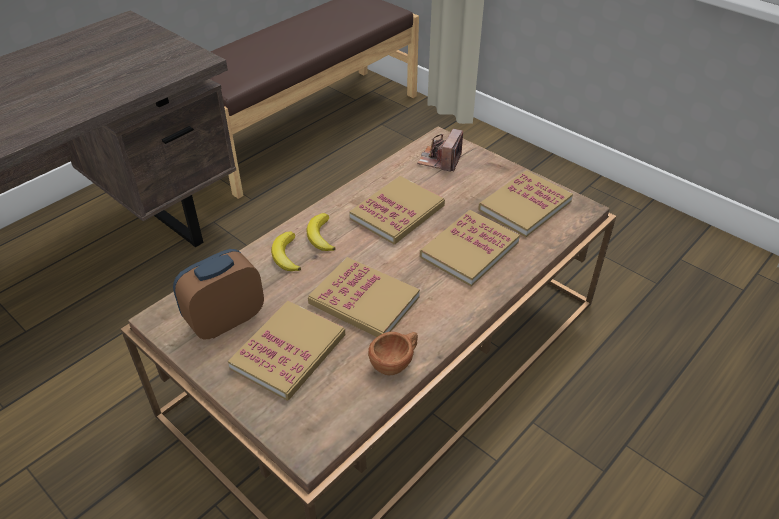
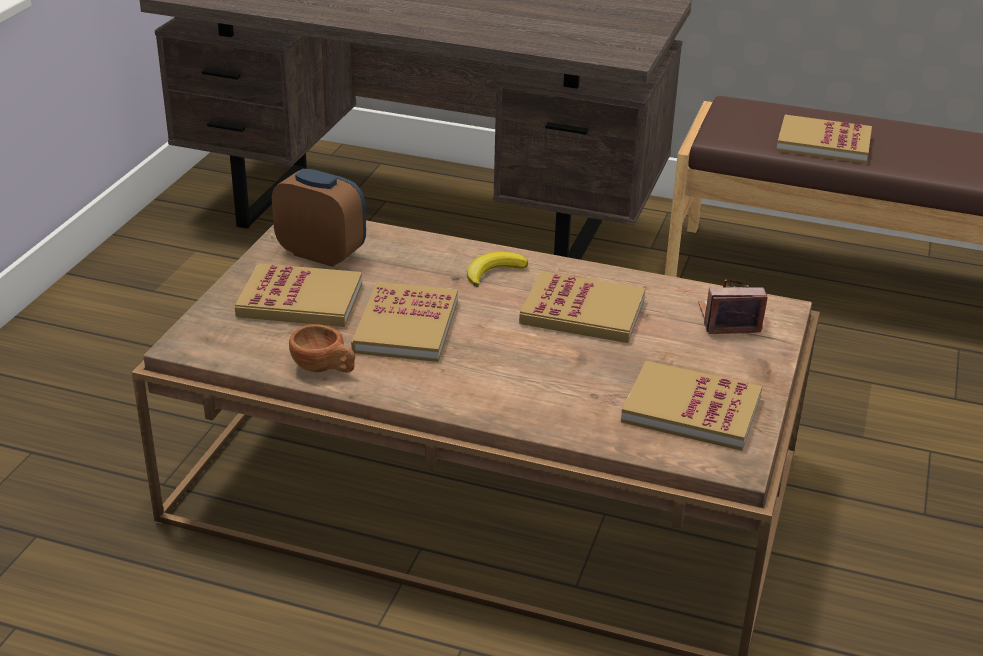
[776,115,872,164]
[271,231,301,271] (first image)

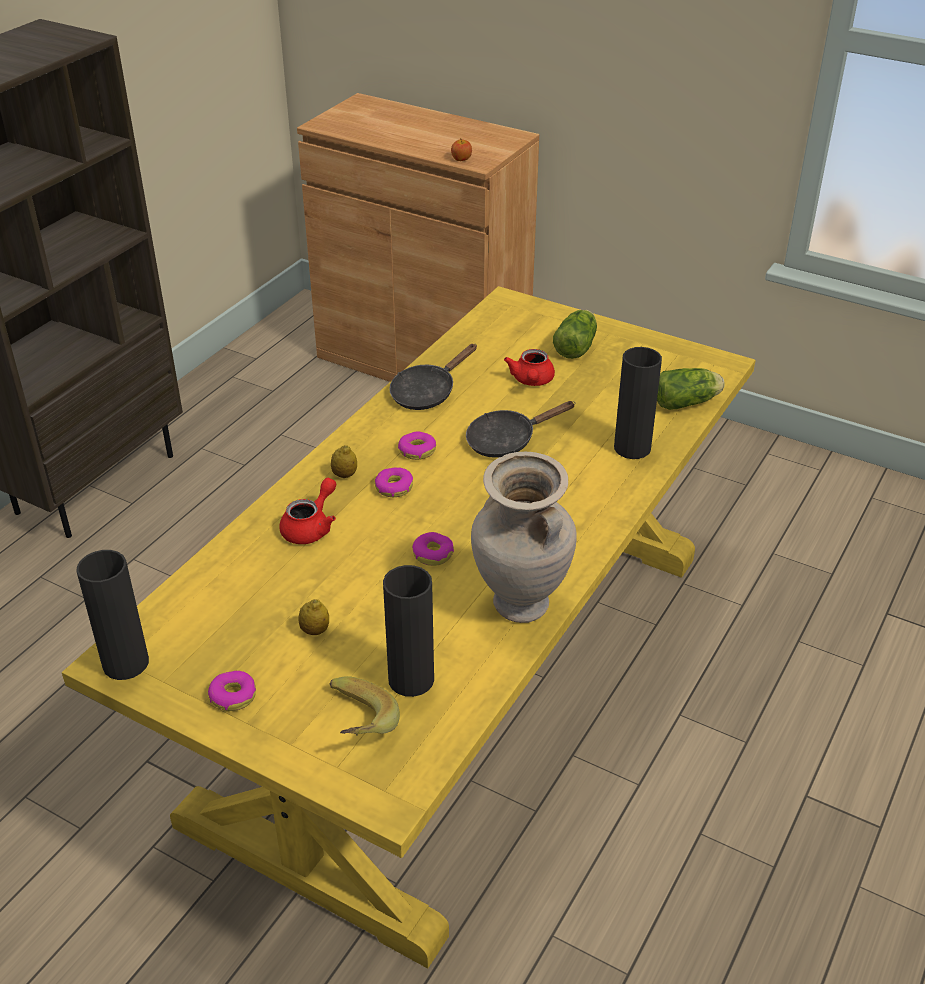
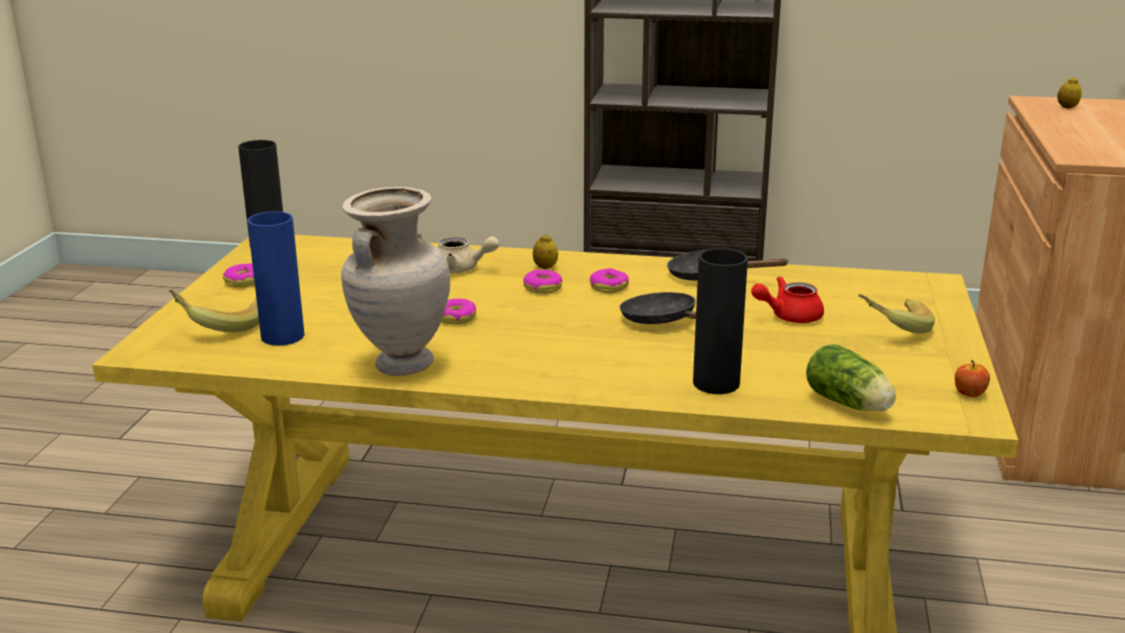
[955,360,990,397]
[859,294,935,334]
[438,236,499,273]
[247,211,305,346]
[1057,77,1082,108]

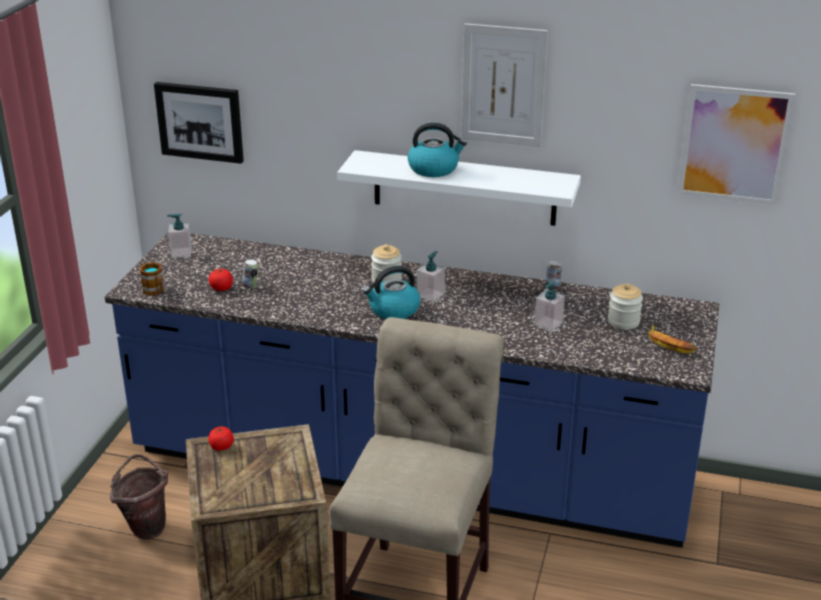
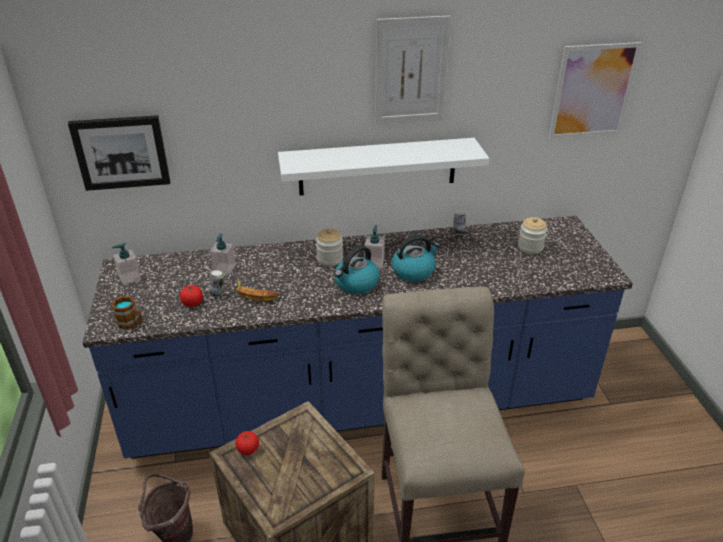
[392,235,440,281]
[210,233,236,275]
[236,281,279,301]

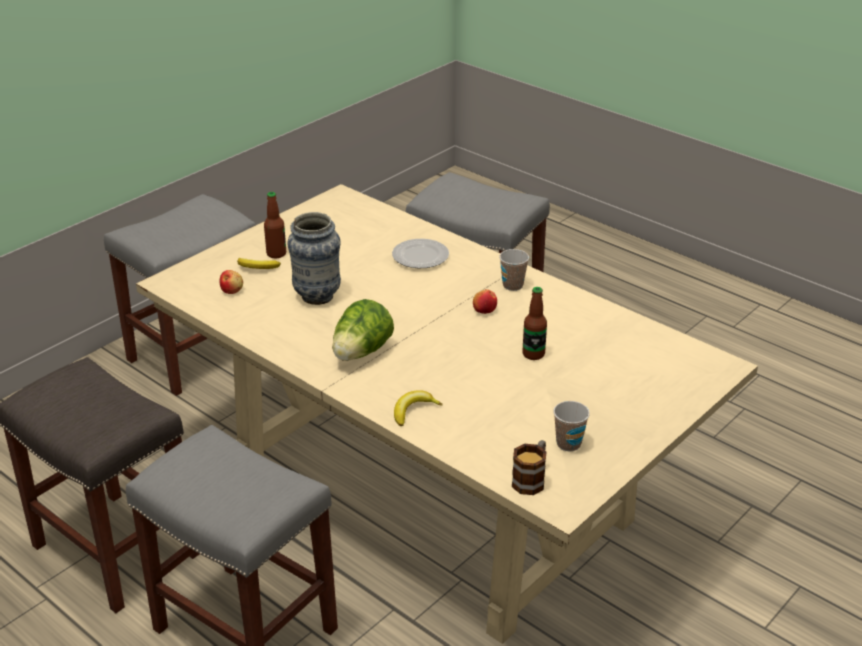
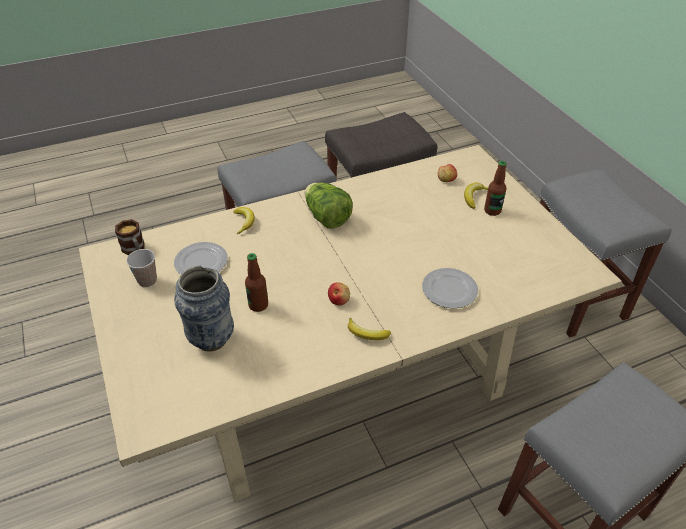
[174,265,234,351]
[348,318,391,340]
[174,242,228,275]

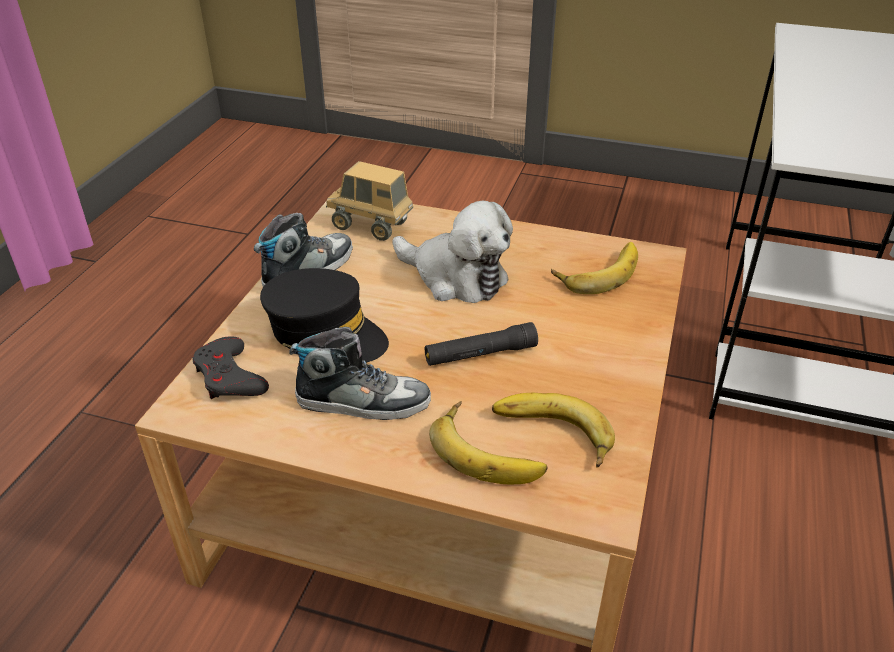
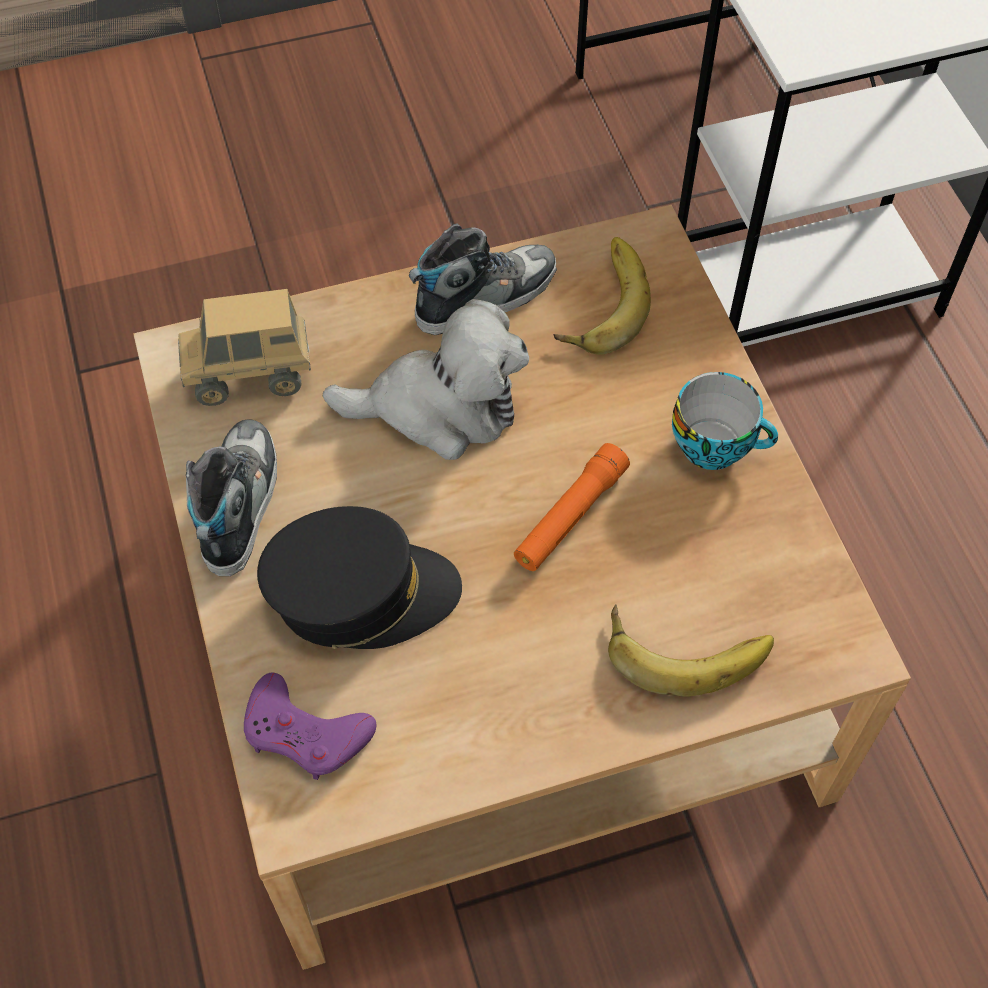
[514,443,630,571]
[409,223,557,335]
[244,672,376,780]
[492,393,615,467] (first image)
[672,372,778,470]

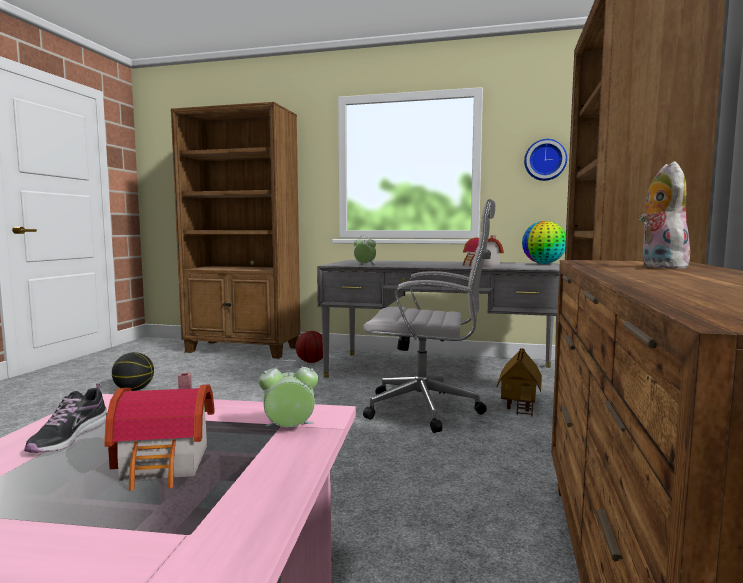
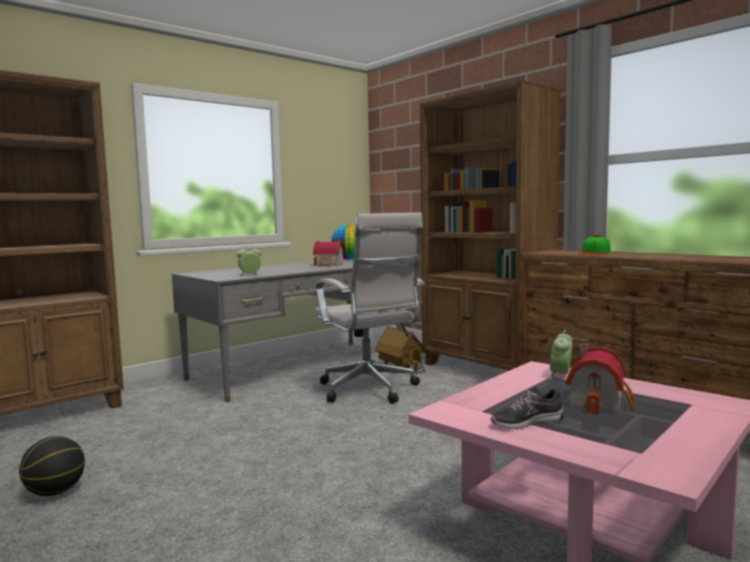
[524,139,567,181] (first image)
[577,234,611,255]
[315,213,425,404]
[295,331,323,363] (first image)
[491,386,564,430]

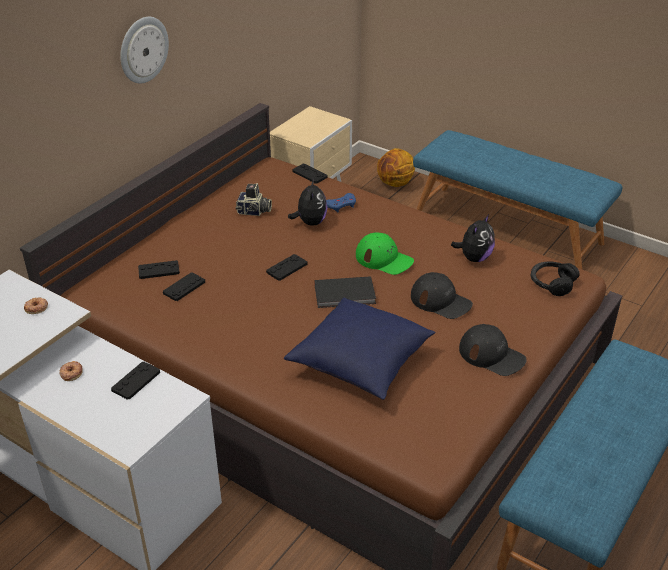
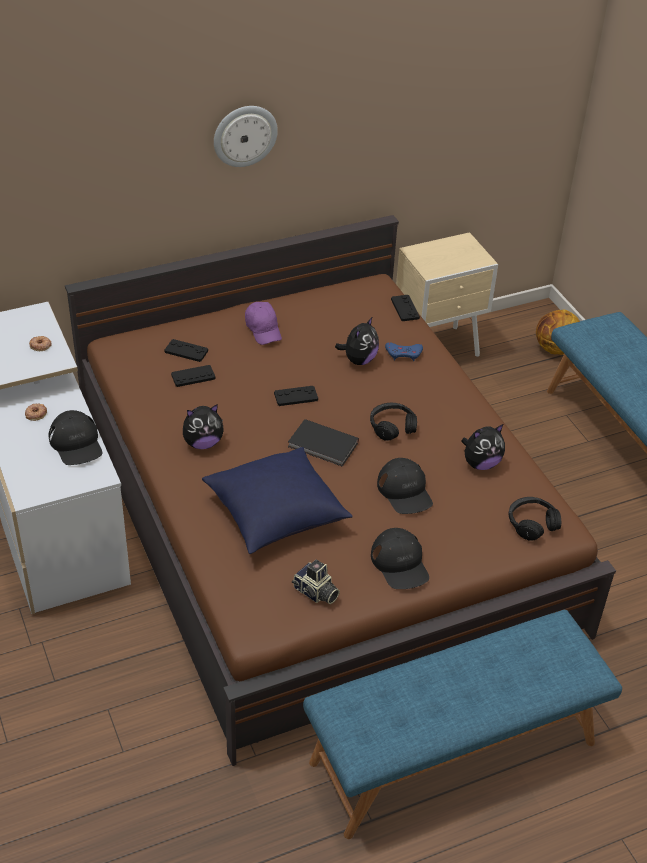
[292,560,340,604]
[370,402,417,441]
[48,410,102,465]
[245,302,282,345]
[183,404,223,449]

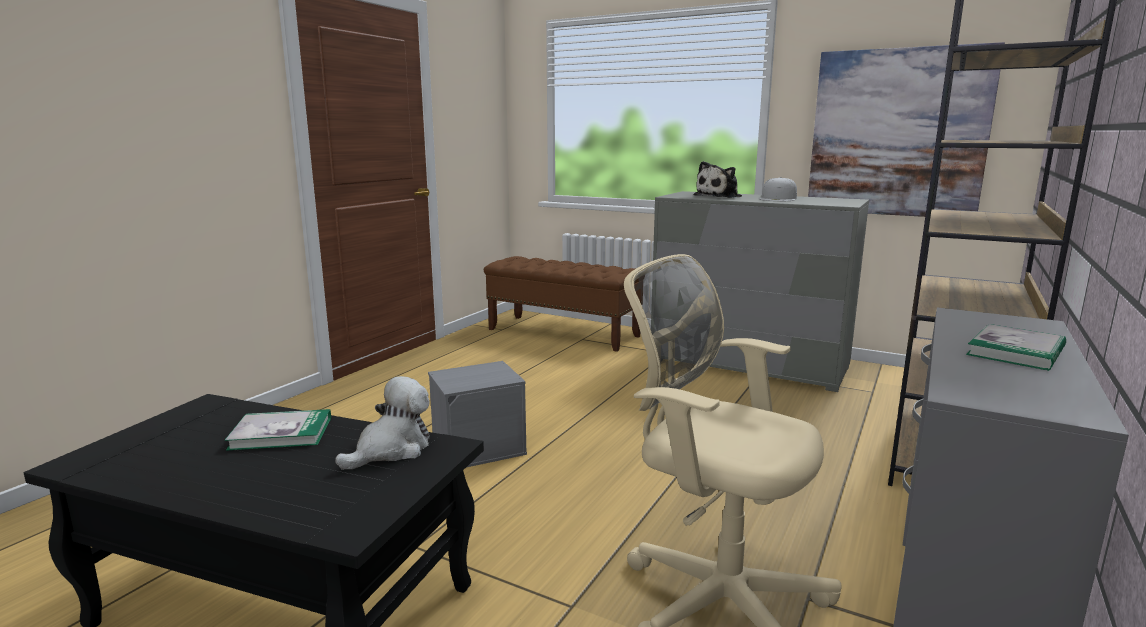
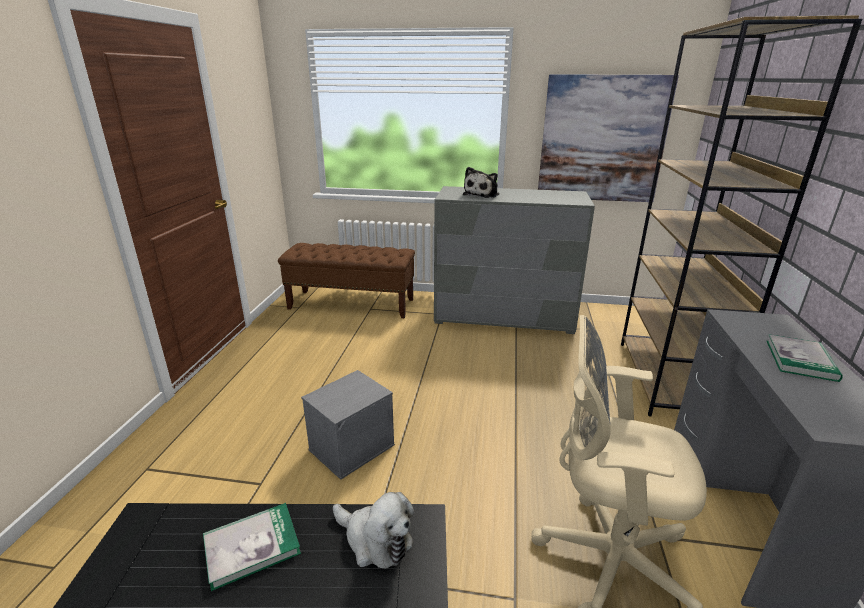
[759,177,797,201] (first image)
[333,492,414,569]

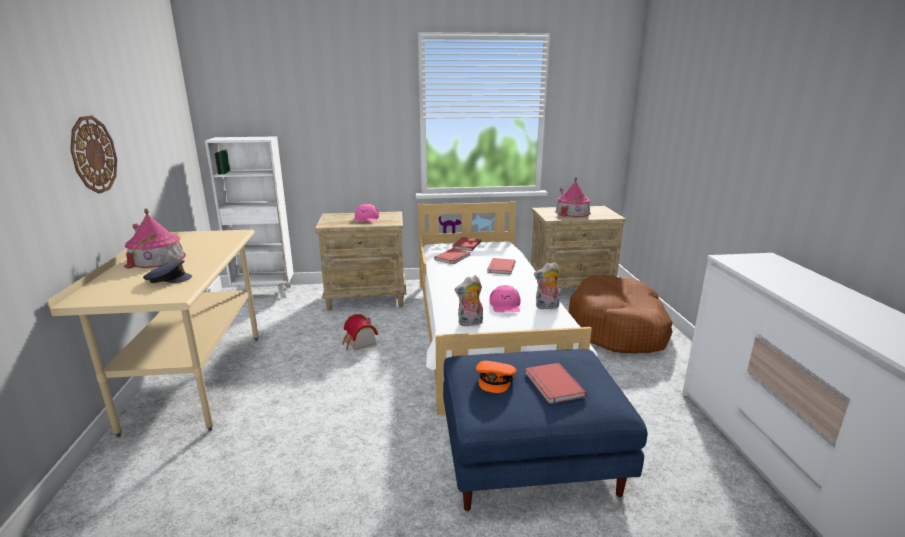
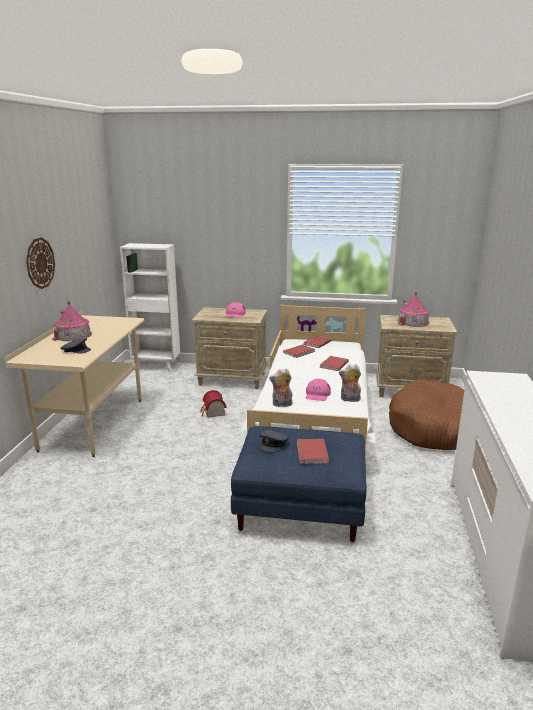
[259,430,289,453]

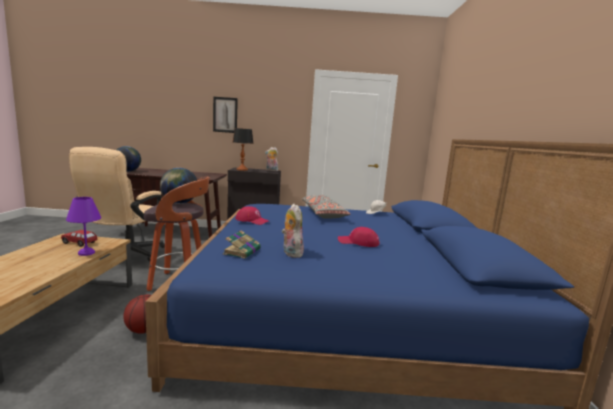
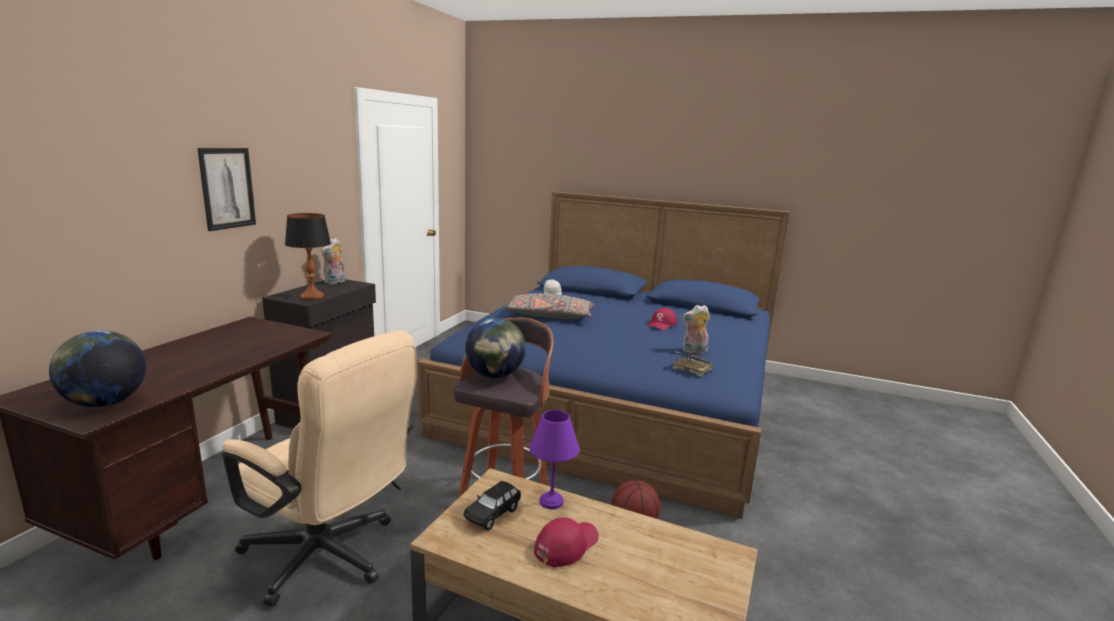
[534,518,599,568]
[463,481,521,531]

